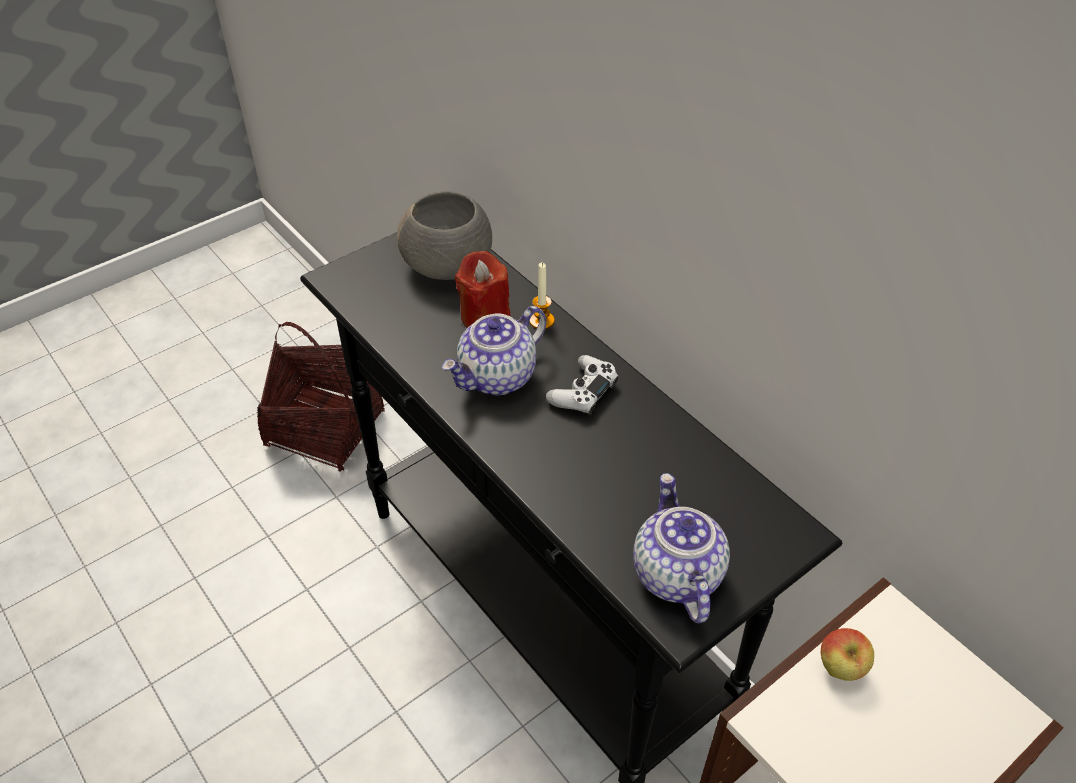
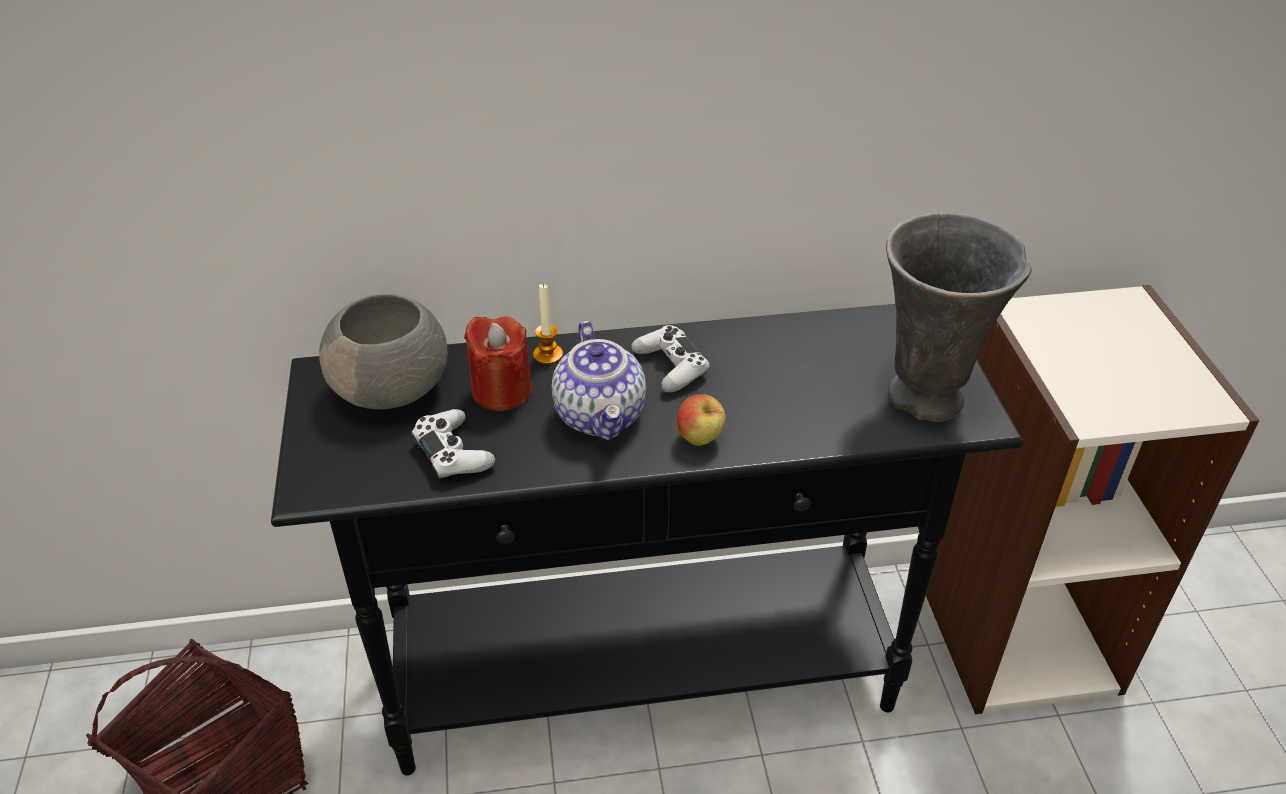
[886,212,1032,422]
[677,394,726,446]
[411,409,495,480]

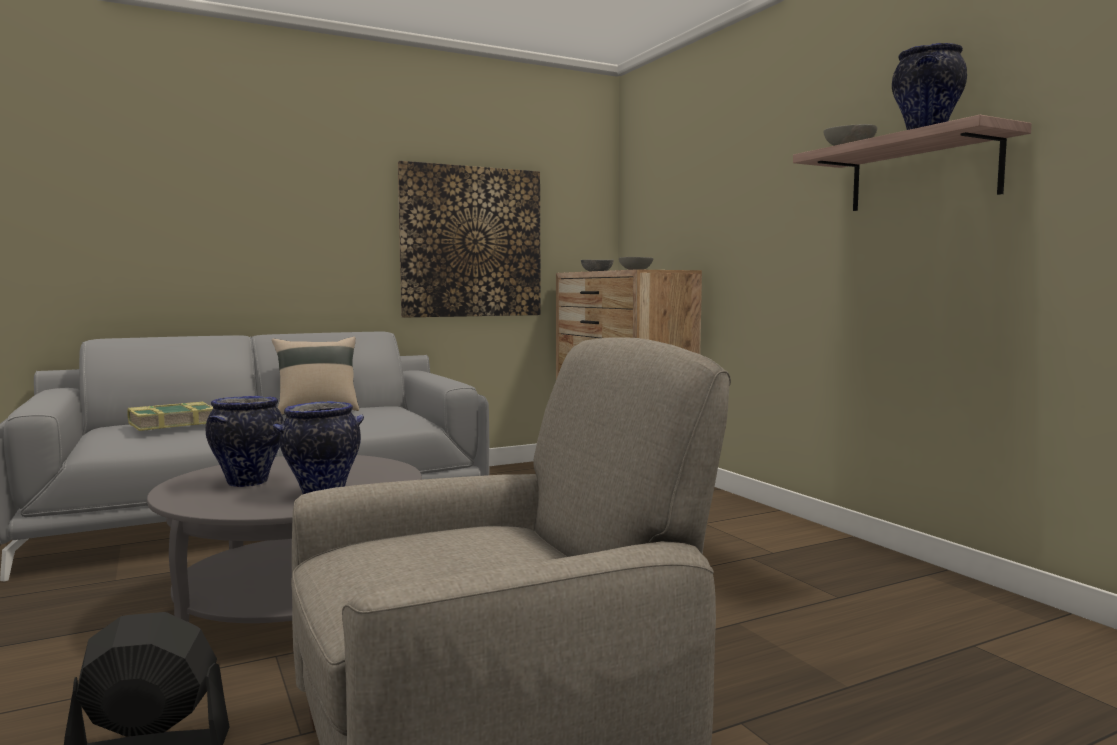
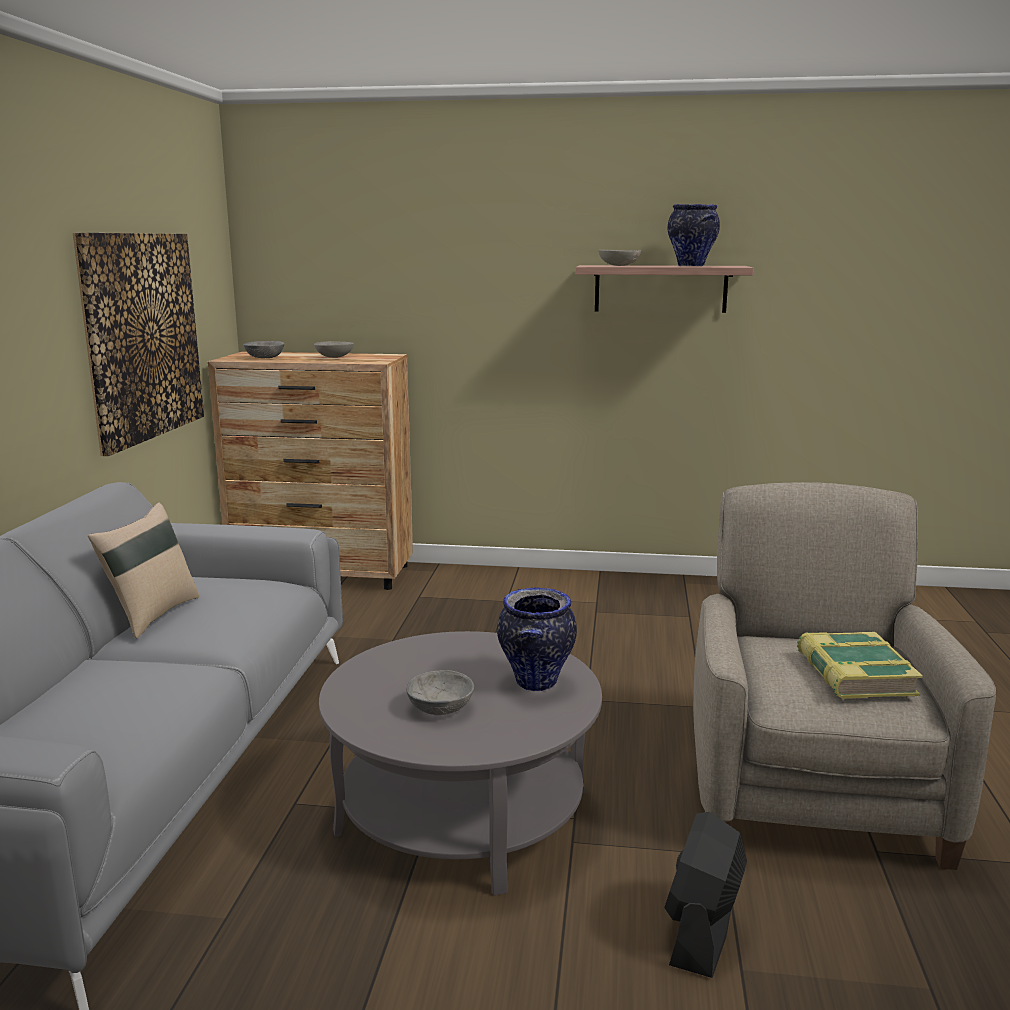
[407,670,474,715]
[797,632,923,699]

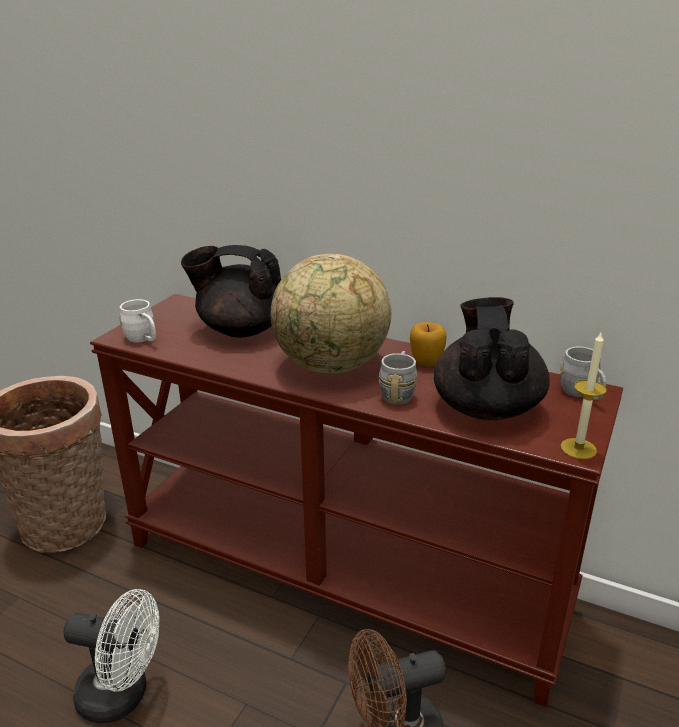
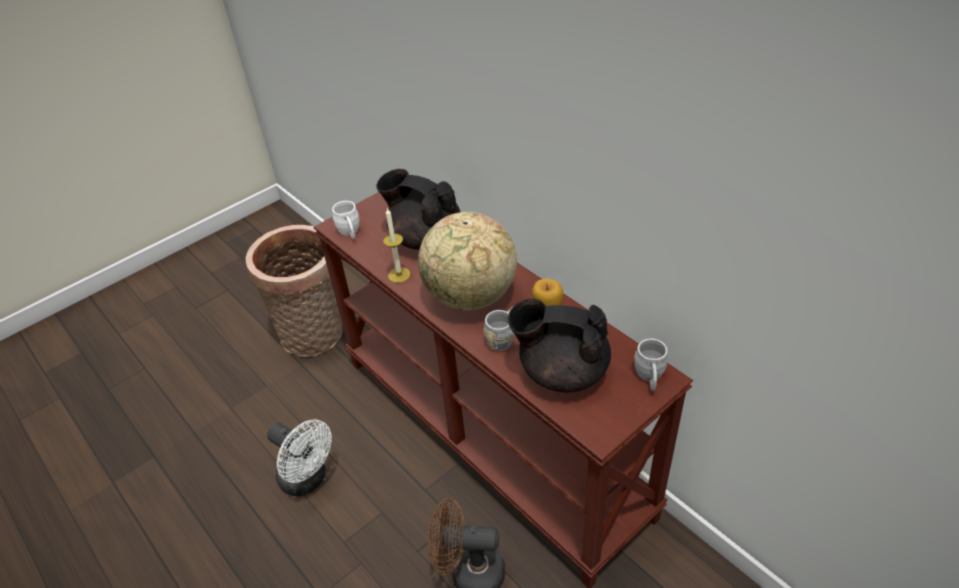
[508,298,611,392]
[383,208,411,283]

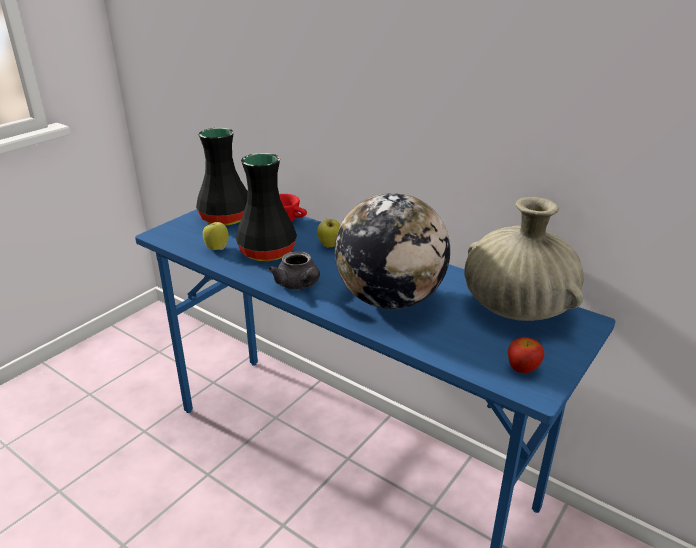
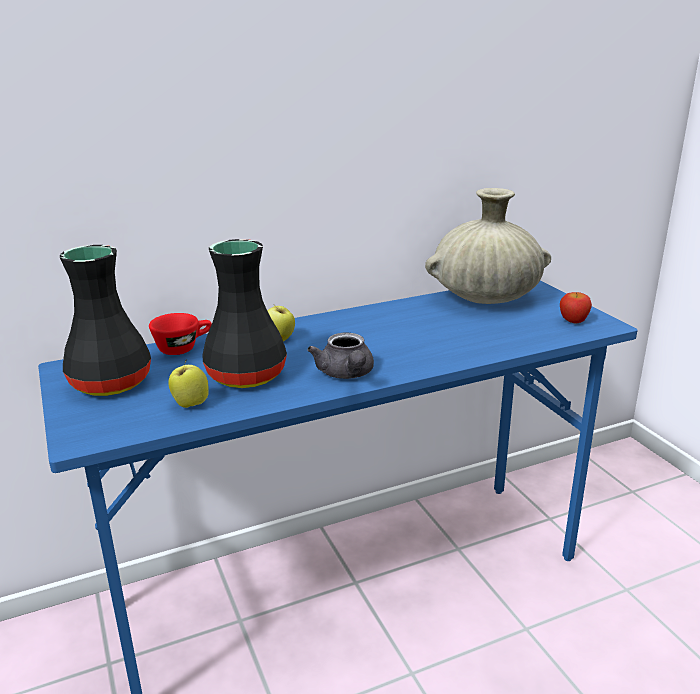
[335,193,450,309] (first image)
[307,333,374,379]

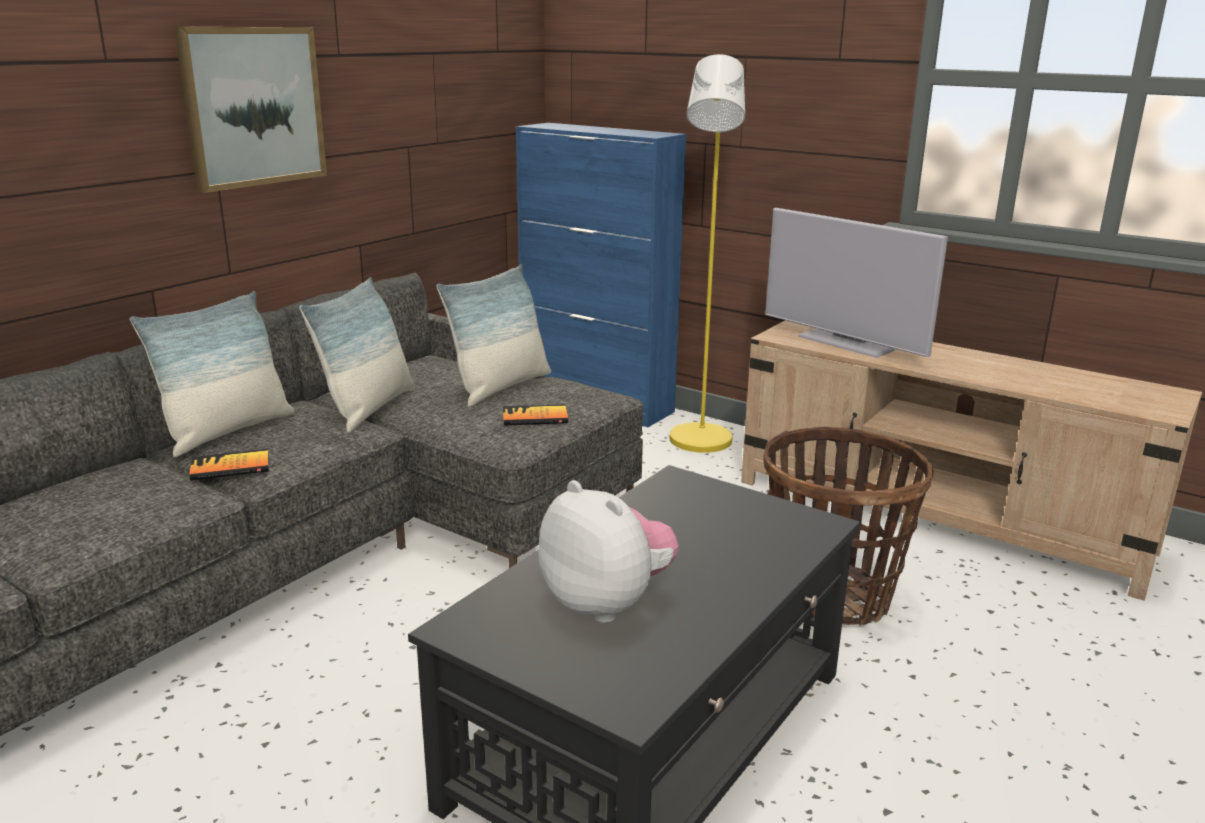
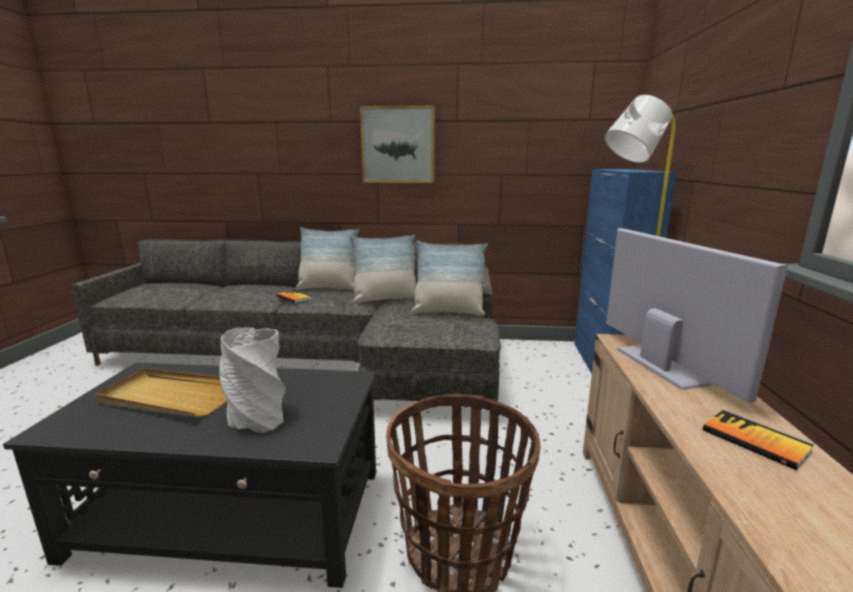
[606,228,788,403]
[703,410,814,470]
[95,369,227,417]
[219,328,286,433]

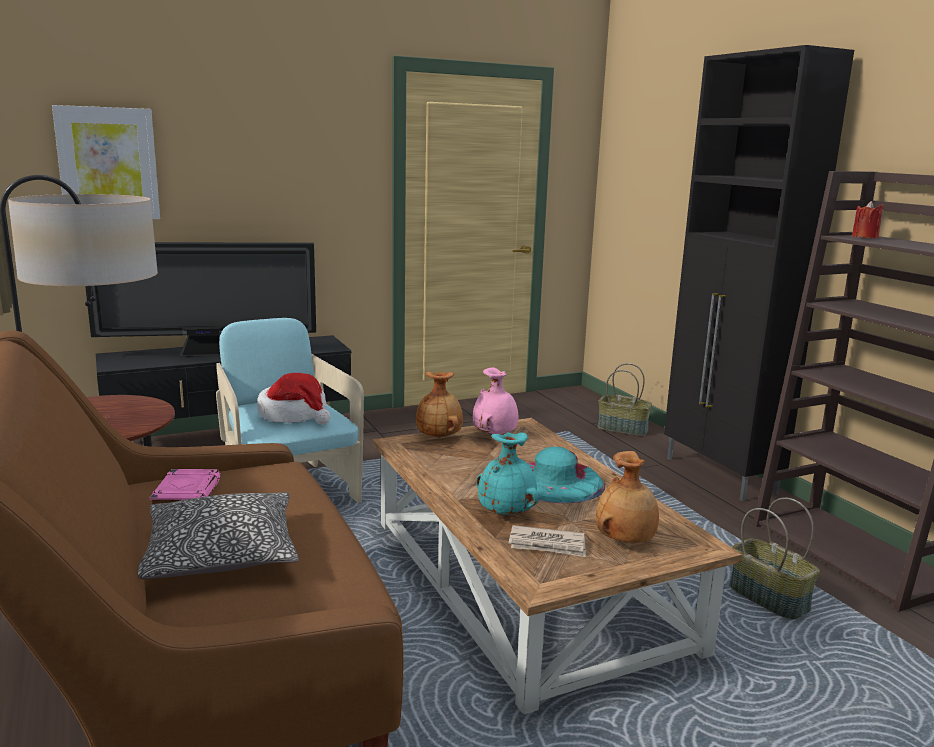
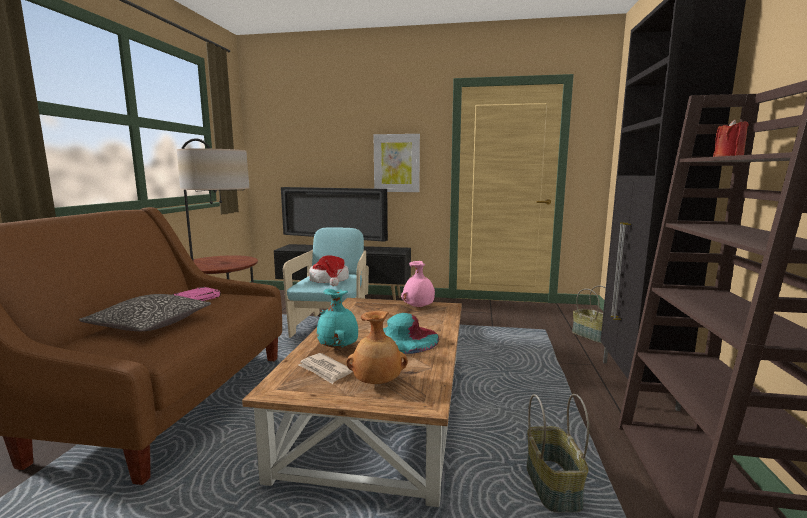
[374,134,420,192]
[416,371,463,438] (first image)

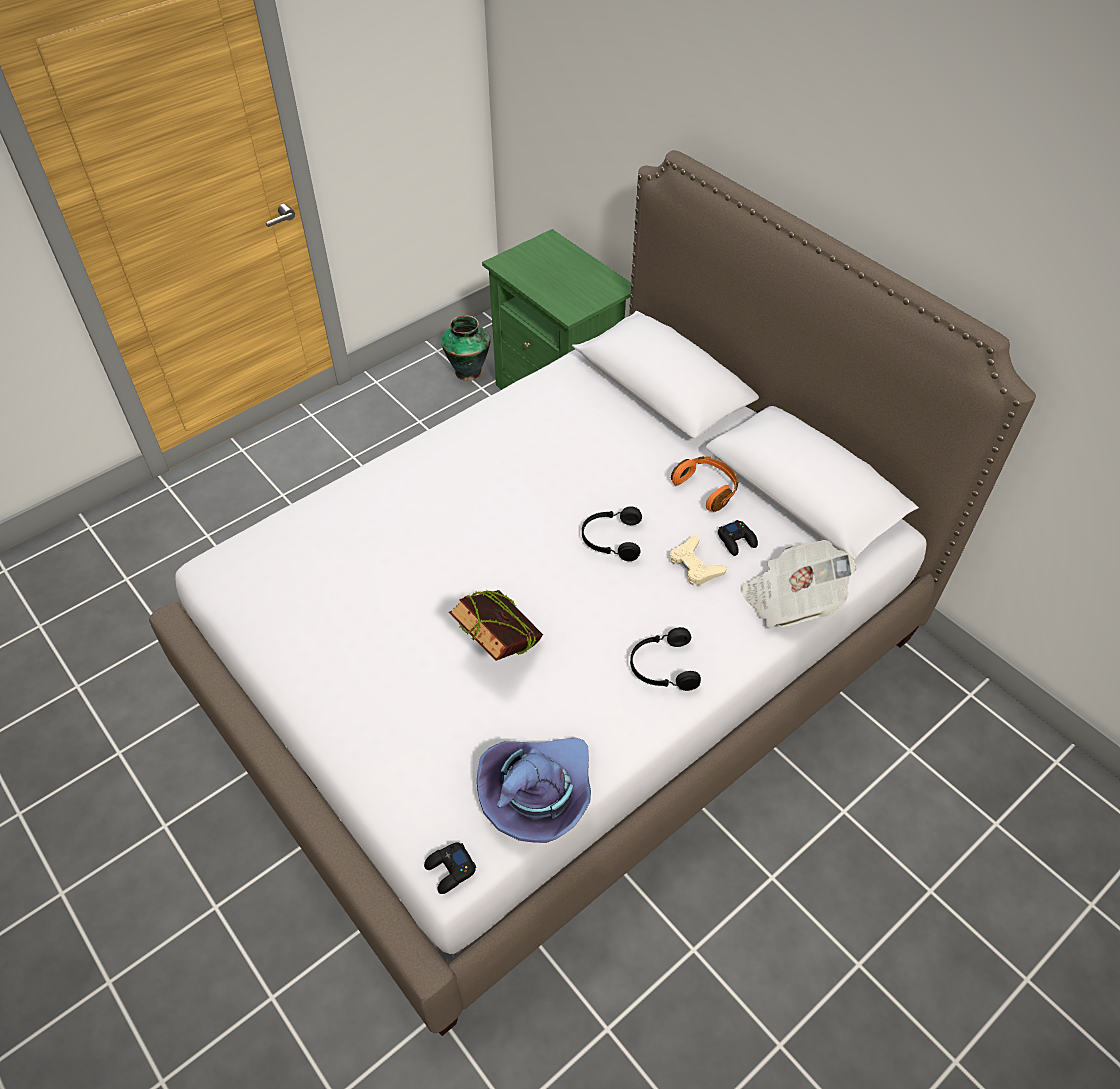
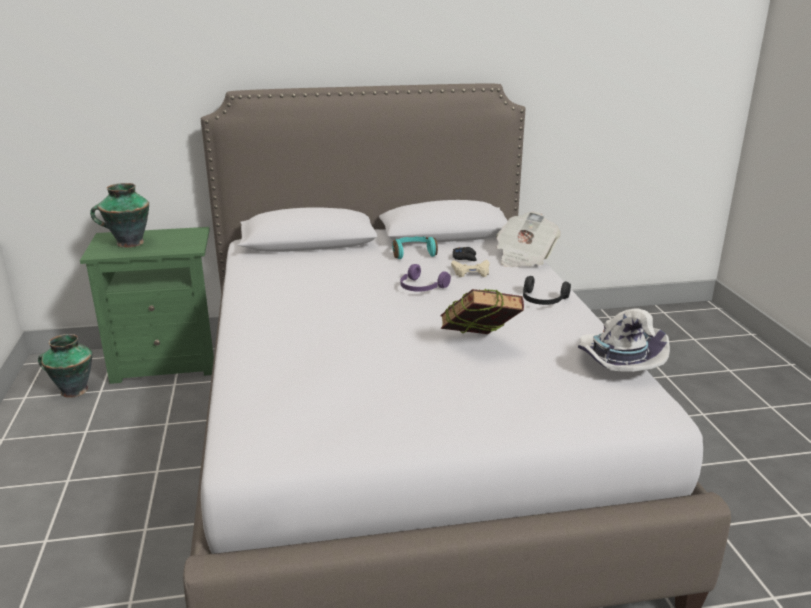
[392,236,438,259]
[401,264,451,292]
[578,308,670,372]
[424,842,476,894] (first image)
[90,183,149,248]

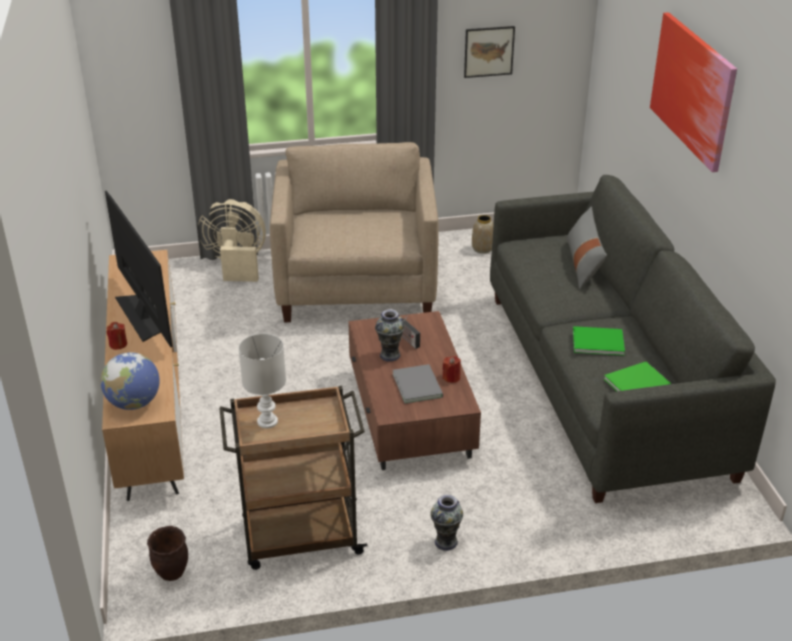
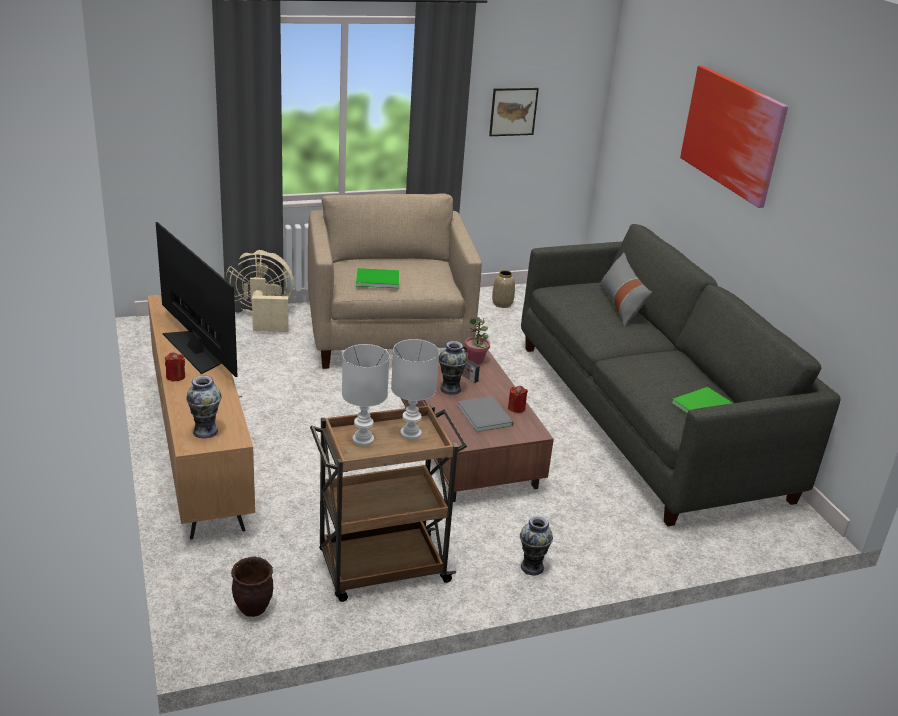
[356,268,399,288]
[186,375,222,439]
[465,317,490,364]
[391,339,439,440]

